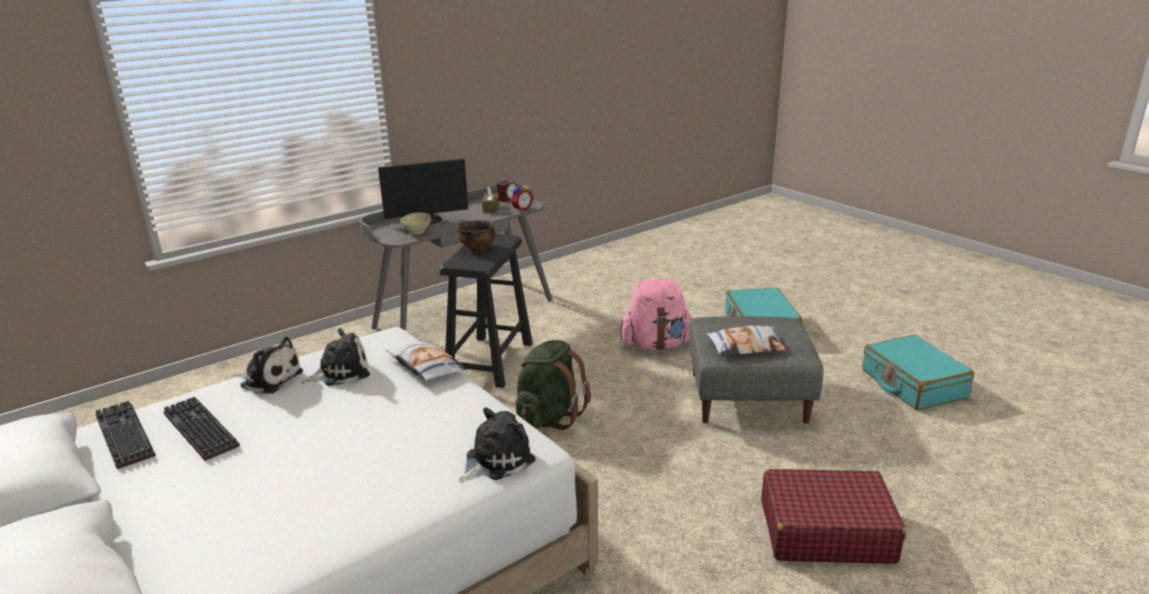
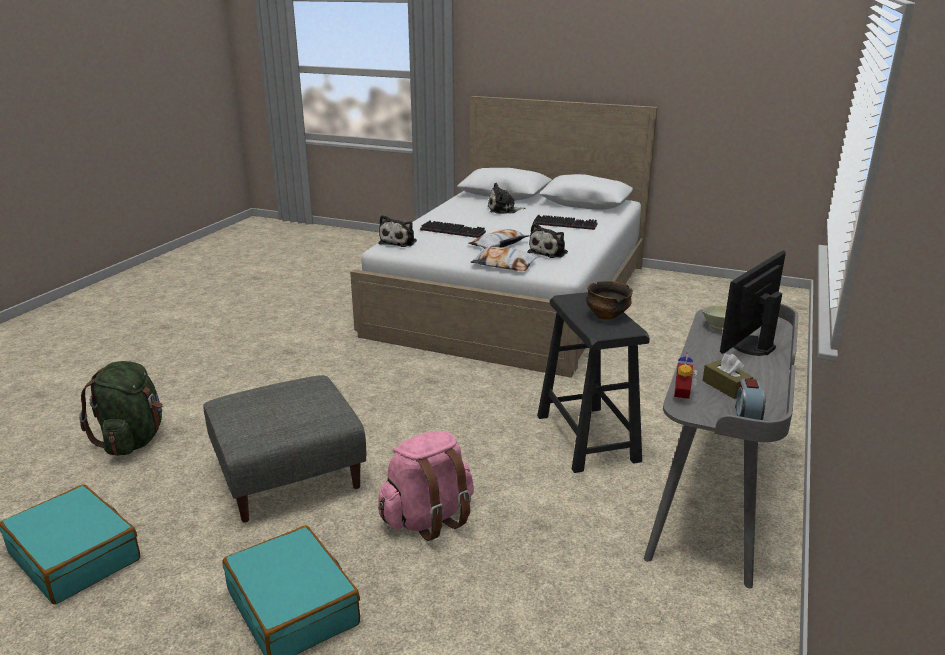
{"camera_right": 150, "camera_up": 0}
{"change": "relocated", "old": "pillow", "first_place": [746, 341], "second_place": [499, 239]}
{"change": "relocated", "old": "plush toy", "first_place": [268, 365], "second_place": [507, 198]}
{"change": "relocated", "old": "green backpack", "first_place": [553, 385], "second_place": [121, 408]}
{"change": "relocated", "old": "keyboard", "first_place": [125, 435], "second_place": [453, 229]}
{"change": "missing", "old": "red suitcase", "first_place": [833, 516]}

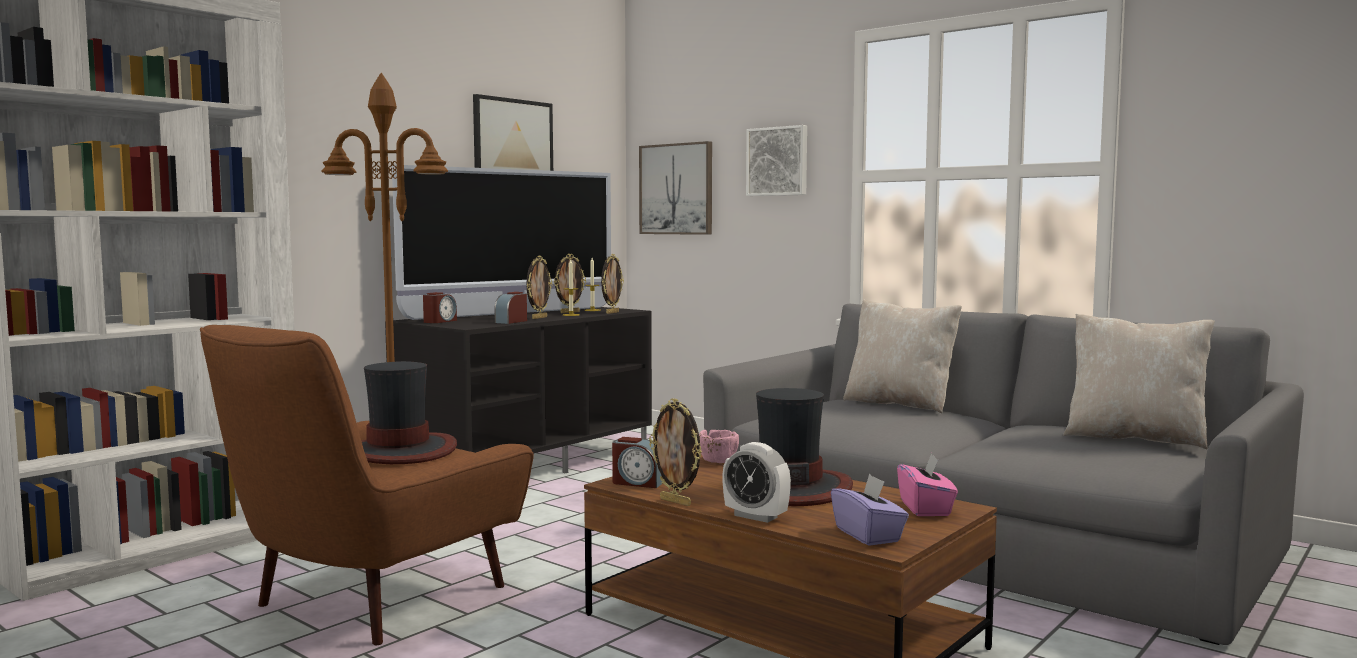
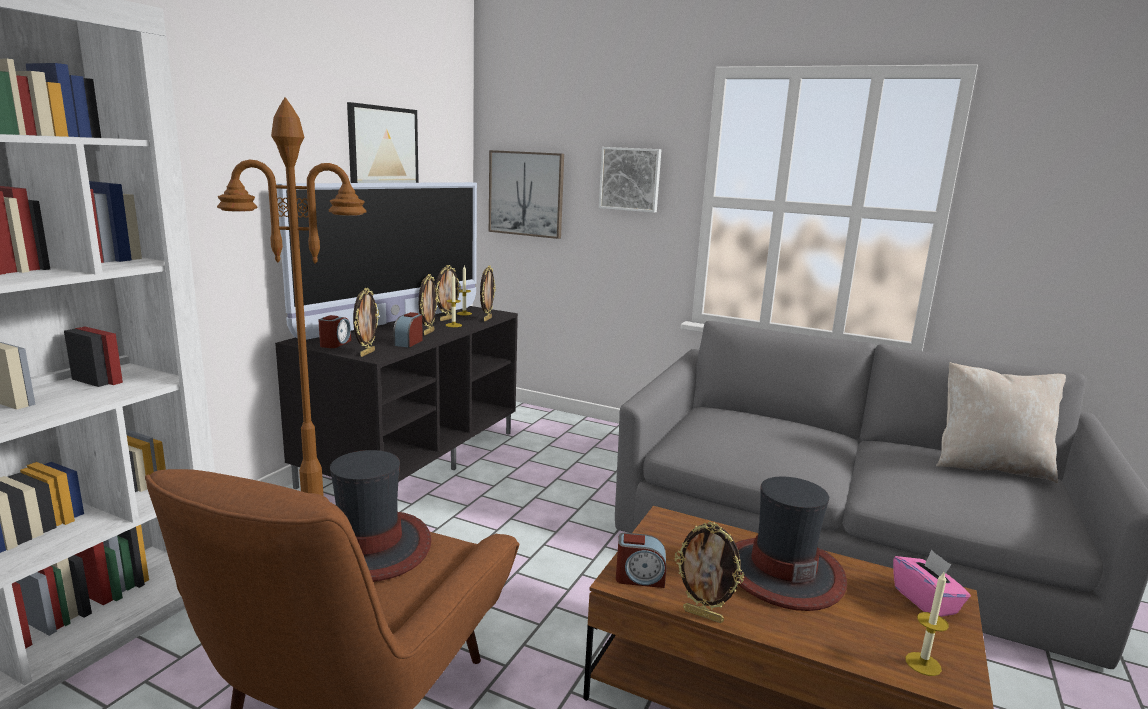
{"camera_right": -15, "camera_up": 10}
{"change": "missing", "old": "beige pillow", "first_place": [902, 356]}
{"change": "missing", "old": "pink bowl", "first_place": [719, 446]}
{"change": "missing", "old": "alarm clock", "first_place": [756, 482]}
{"change": "exchanged", "old": "purple tissue box", "new": "candle", "first_place": [870, 510], "second_place": [927, 624]}
{"change": "appeared", "new": "picture frame", "second_place": [366, 322]}

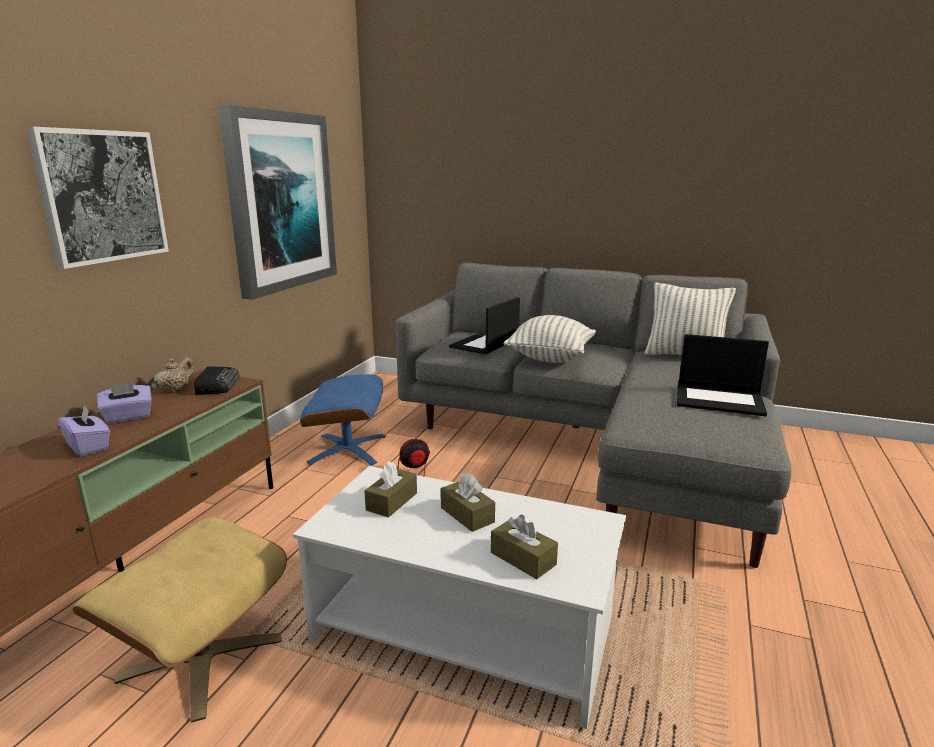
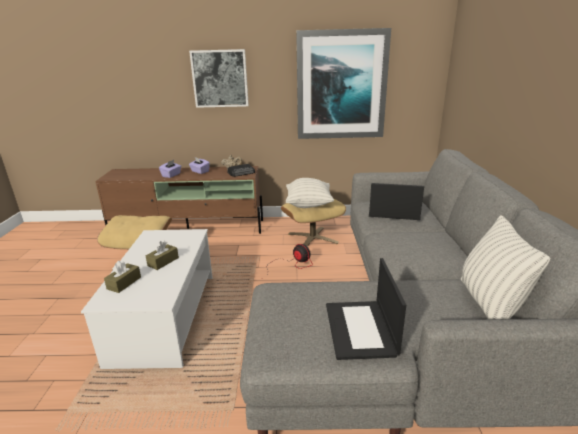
{"camera_right": 70, "camera_up": 5}
{"change": "relocated", "old": "pillow", "first_place": [550, 339], "second_place": [310, 193]}
{"change": "colour", "old": "blue ottoman", "new": "beige ottoman", "first_place": [343, 419], "second_place": [313, 223]}
{"change": "missing", "old": "brown tissue box", "first_place": [391, 489]}

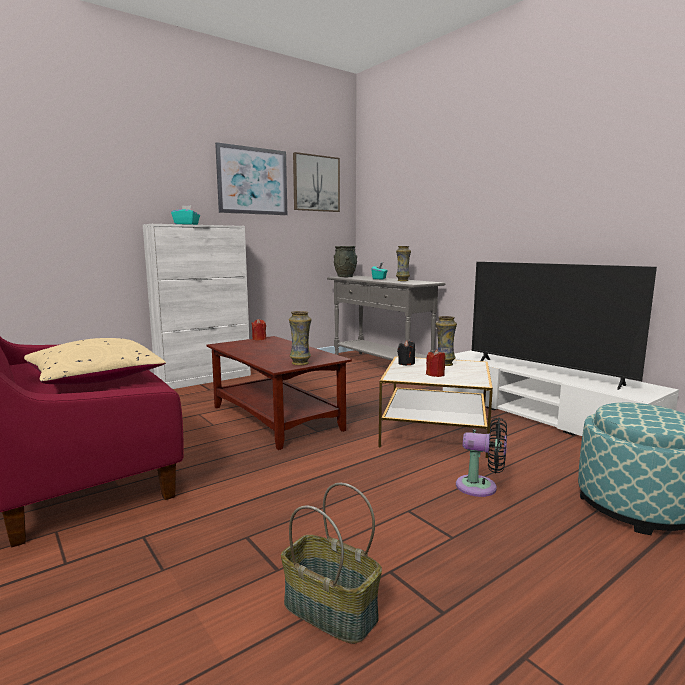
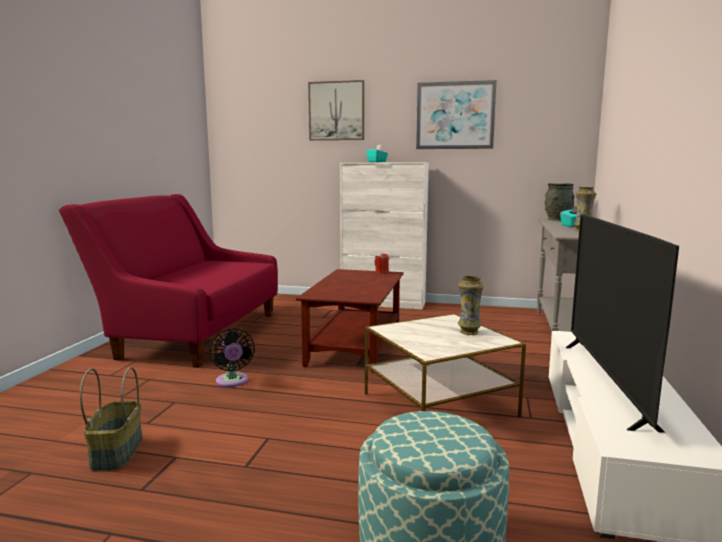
{"camera_right": 50, "camera_up": 0}
{"change": "relocated", "old": "picture", "first_place": [316, 182], "second_place": [336, 110]}
{"change": "missing", "old": "vase", "first_place": [300, 338]}
{"change": "missing", "old": "beige pillow", "first_place": [95, 361]}
{"change": "missing", "old": "black candle", "first_place": [406, 353]}
{"change": "missing", "old": "red candle", "first_place": [436, 363]}
{"change": "relocated", "old": "black fan", "first_place": [481, 457], "second_place": [232, 357]}

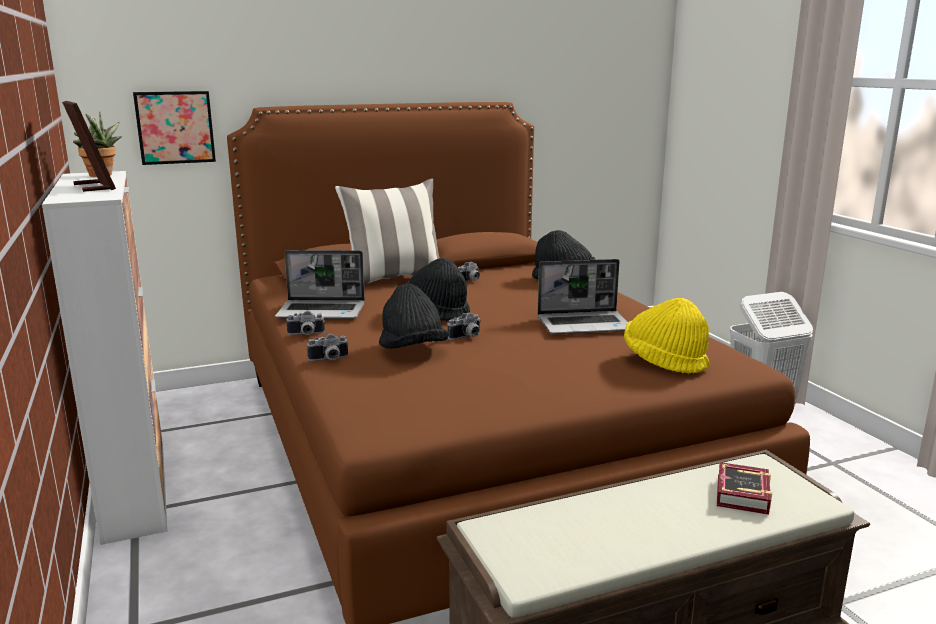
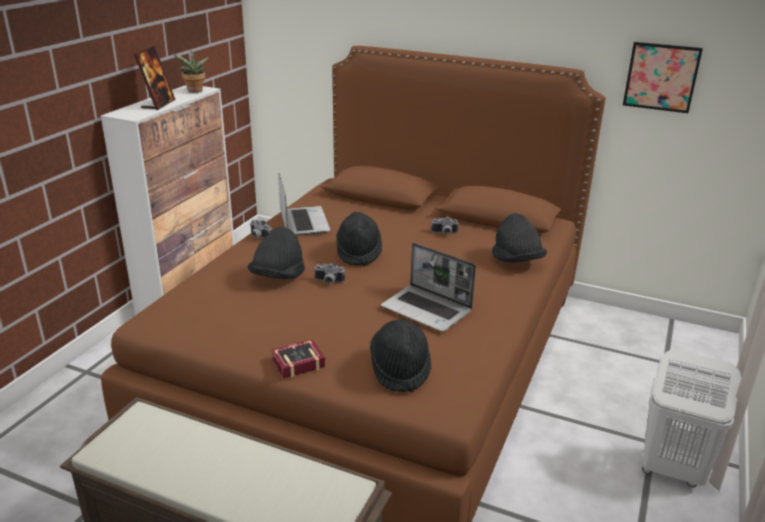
{"camera_right": 45, "camera_up": 10}
{"change": "relocated", "old": "picture", "first_place": [174, 128], "second_place": [663, 77]}
{"change": "missing", "old": "pillow", "first_place": [387, 231]}
{"change": "spun", "old": "laptop", "first_place": [320, 284], "second_place": [304, 204], "degrees": -150}
{"change": "colour", "old": "yellow hat", "new": "black hat", "first_place": [667, 336], "second_place": [400, 355]}
{"change": "missing", "old": "photo camera", "first_place": [327, 347]}
{"change": "relocated", "old": "book", "first_place": [744, 488], "second_place": [298, 358]}

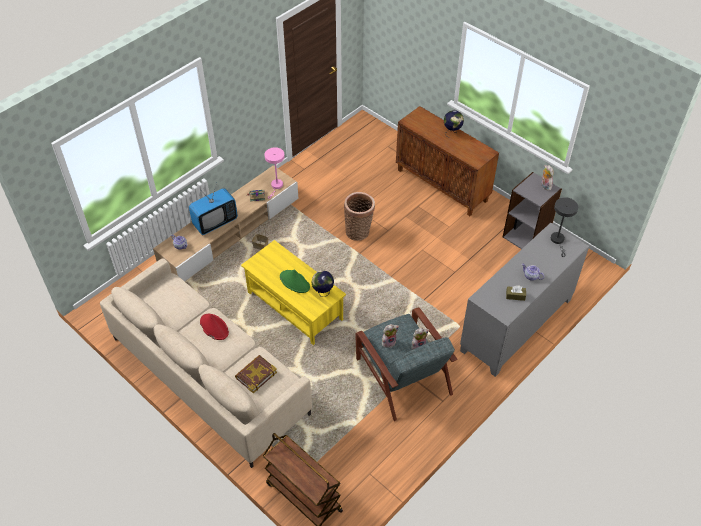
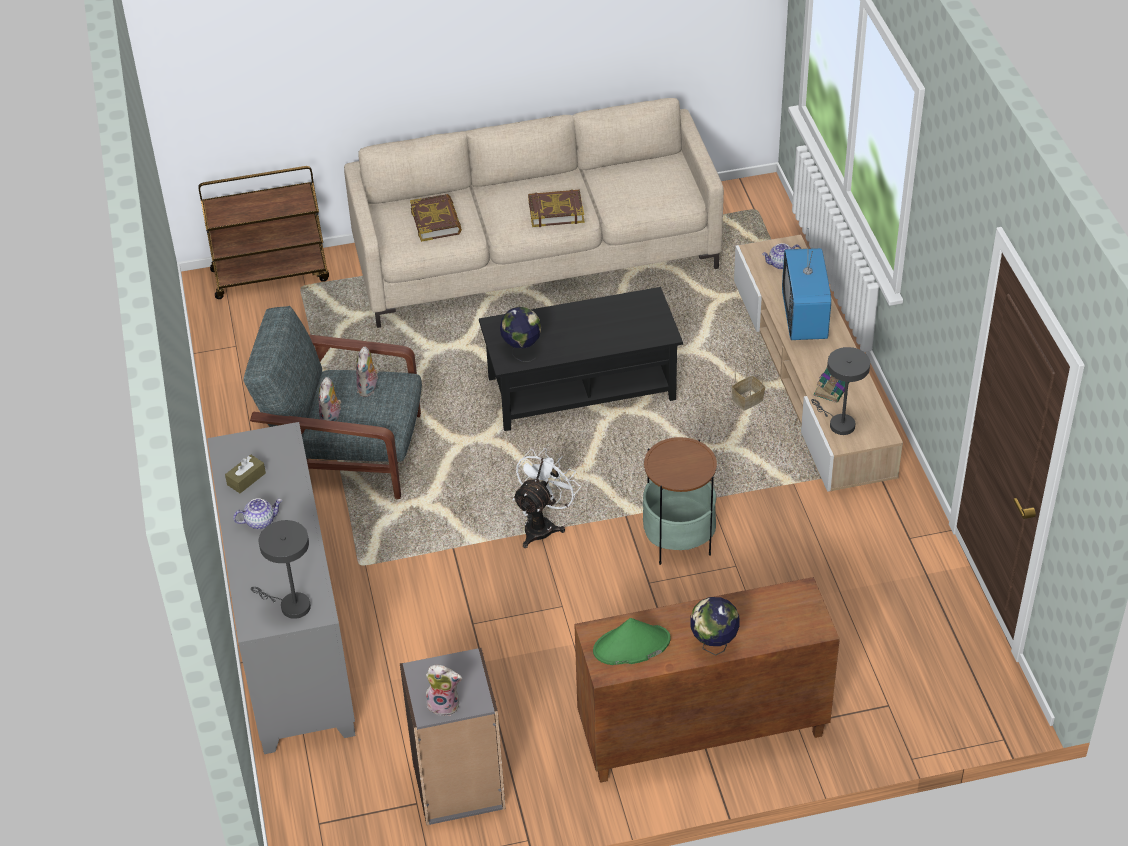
{"camera_right": 125, "camera_up": -5}
{"change": "colour", "old": "pink table lamp", "new": "grey table lamp", "first_place": [274, 173], "second_place": [840, 391]}
{"change": "exchanged", "old": "basket", "new": "side table", "first_place": [359, 216], "second_place": [680, 501]}
{"change": "colour", "old": "yellow coffee table", "new": "black coffee table", "first_place": [293, 292], "second_place": [581, 359]}
{"change": "relocated", "old": "green hat", "first_place": [295, 281], "second_place": [632, 641]}
{"change": "exchanged", "old": "red hat", "new": "book", "first_place": [214, 327], "second_place": [556, 208]}
{"change": "appeared", "new": "white fan", "second_place": [546, 498]}

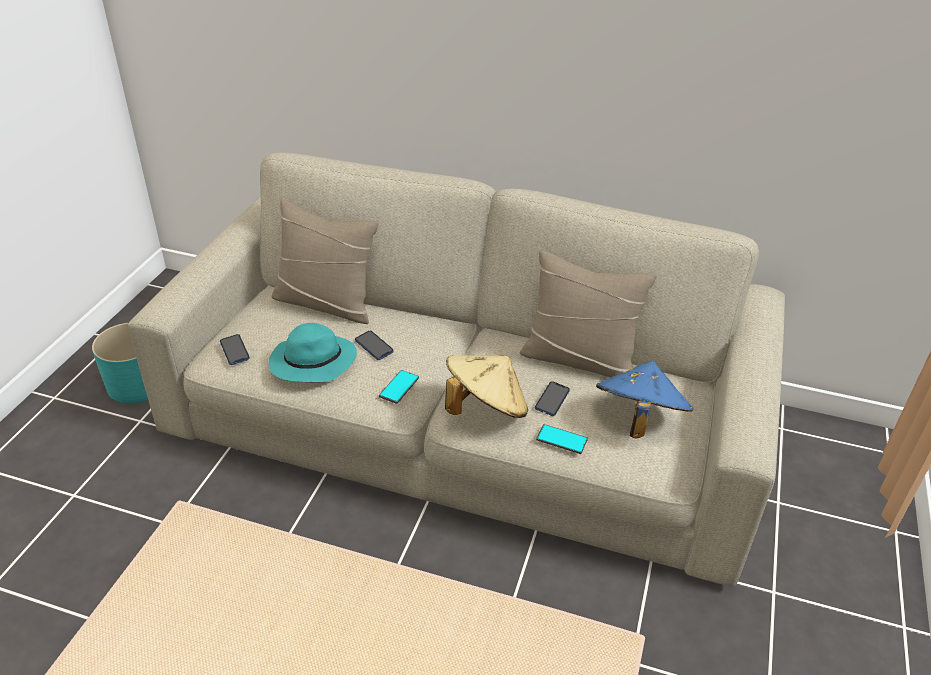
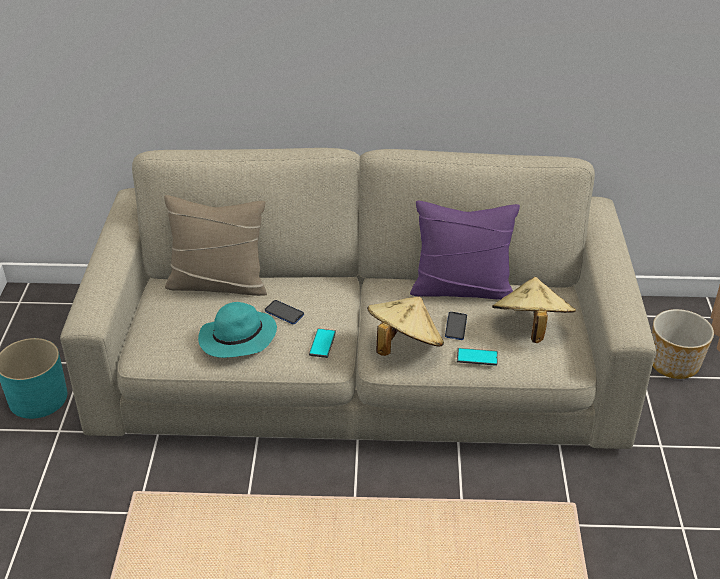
{"camera_right": -15, "camera_up": 0}
{"change": "colour", "old": "beige pillow", "new": "purple pillow", "first_place": [588, 314], "second_place": [465, 250]}
{"change": "missing", "old": "phone", "first_place": [235, 349]}
{"change": "colour", "old": "blue hat", "new": "beige hat", "first_place": [645, 400], "second_place": [534, 310]}
{"change": "appeared", "new": "planter", "second_place": [683, 344]}

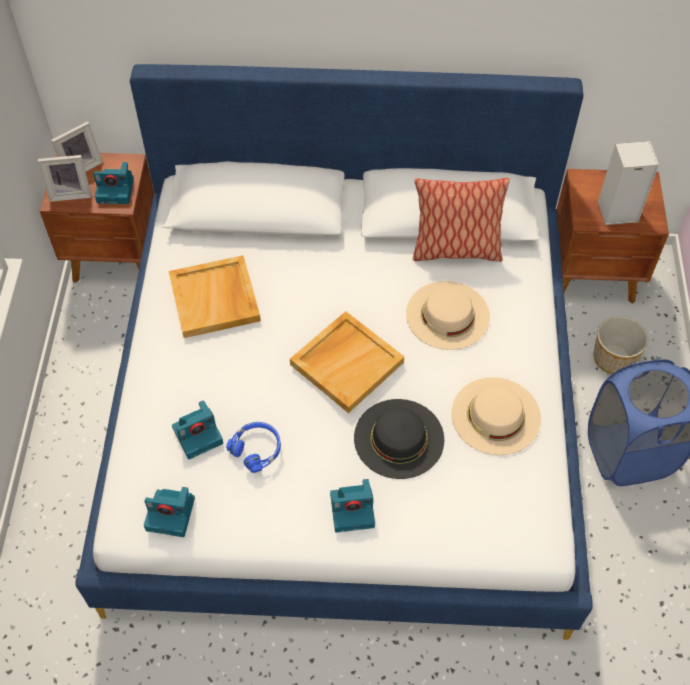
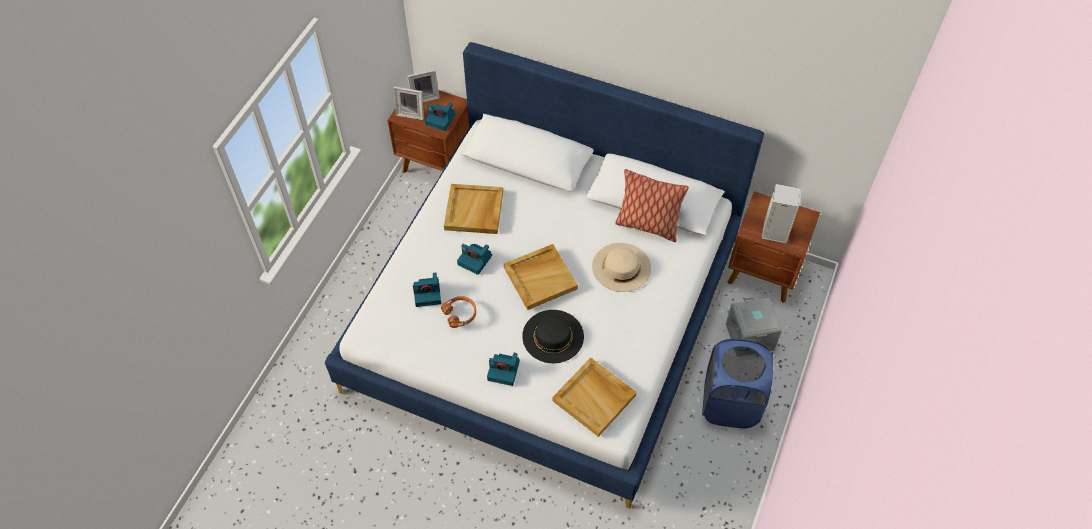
{"camera_right": 20, "camera_up": 0}
{"change": "exchanged", "old": "planter", "new": "grey storage box", "first_place": [620, 345], "second_place": [754, 324]}
{"change": "missing", "old": "beige hat", "first_place": [496, 416]}
{"change": "colour", "old": "blue headphones", "new": "orange headphones", "first_place": [253, 447], "second_place": [458, 312]}
{"change": "relocated", "old": "photo camera", "first_place": [169, 512], "second_place": [474, 259]}
{"change": "appeared", "new": "beige tray", "second_place": [594, 397]}

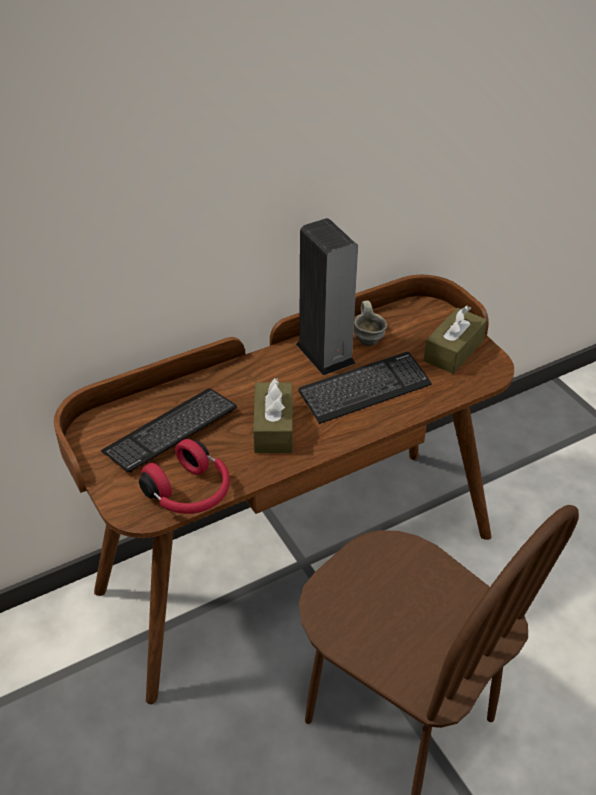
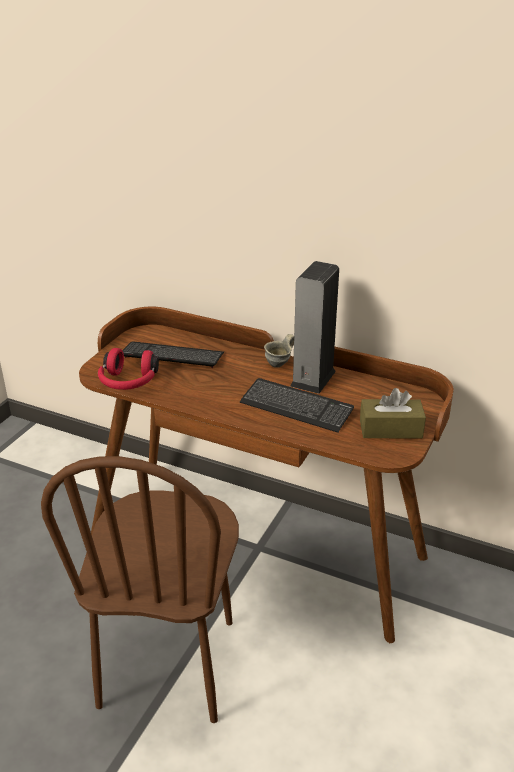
{"camera_right": 55, "camera_up": -10}
{"change": "relocated", "old": "grey mug", "first_place": [370, 323], "second_place": [279, 351]}
{"change": "missing", "old": "brown tissue box", "first_place": [273, 415]}

